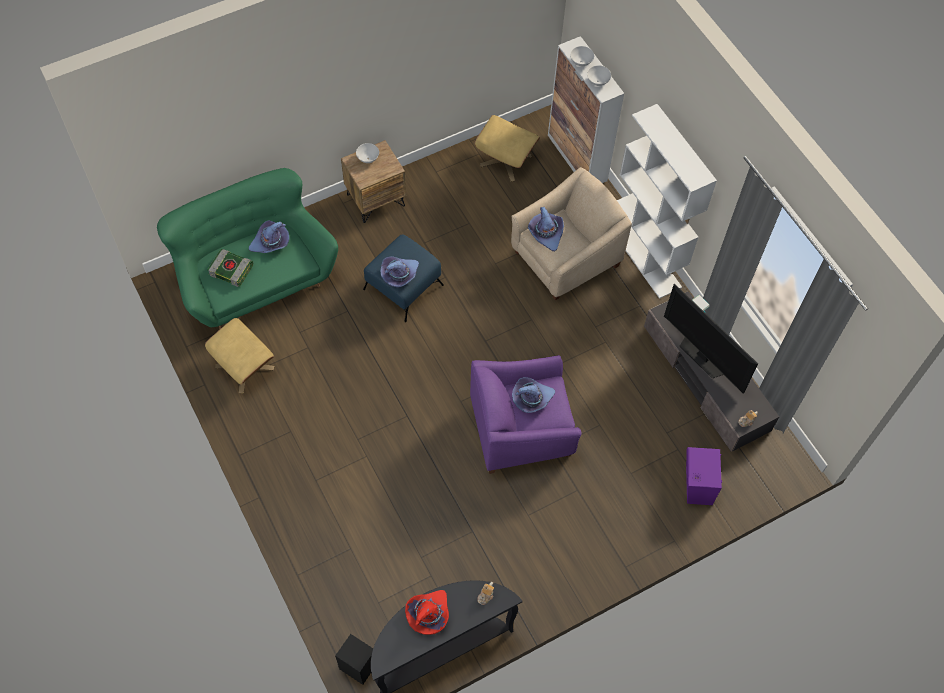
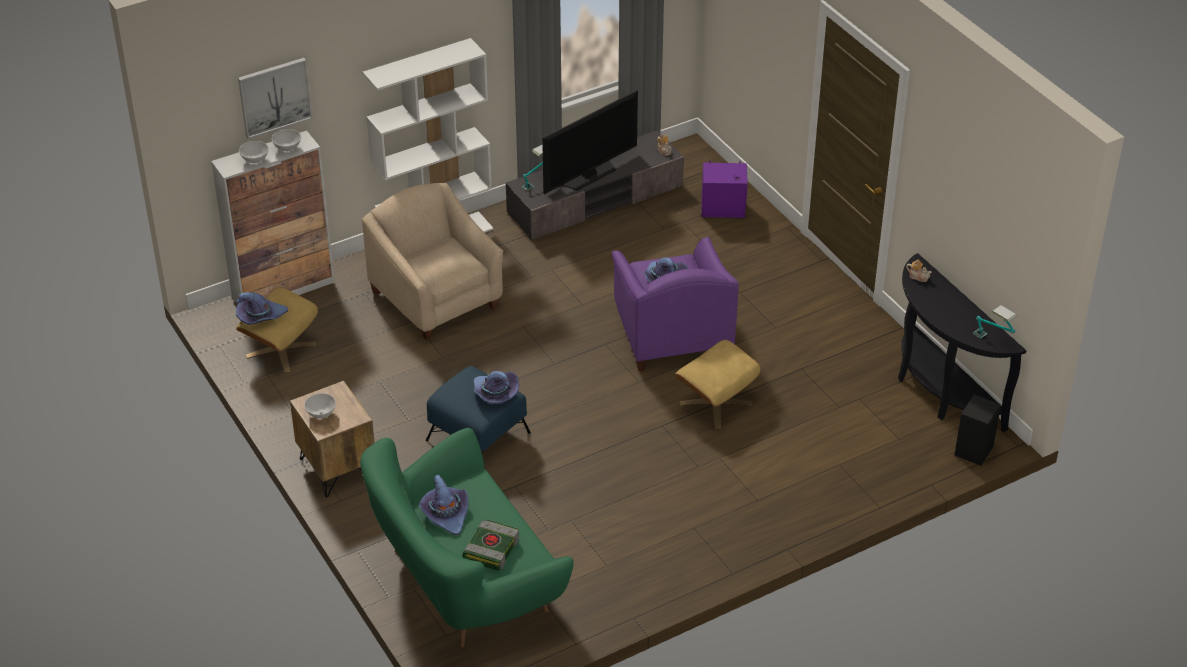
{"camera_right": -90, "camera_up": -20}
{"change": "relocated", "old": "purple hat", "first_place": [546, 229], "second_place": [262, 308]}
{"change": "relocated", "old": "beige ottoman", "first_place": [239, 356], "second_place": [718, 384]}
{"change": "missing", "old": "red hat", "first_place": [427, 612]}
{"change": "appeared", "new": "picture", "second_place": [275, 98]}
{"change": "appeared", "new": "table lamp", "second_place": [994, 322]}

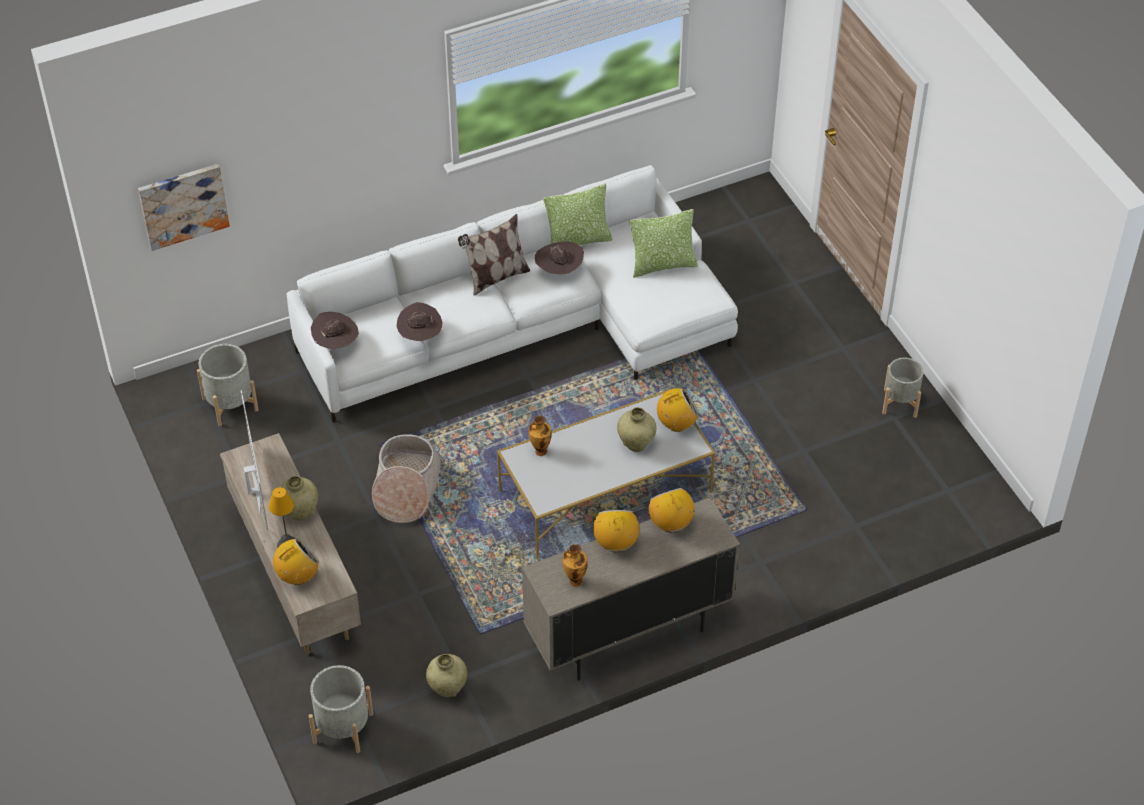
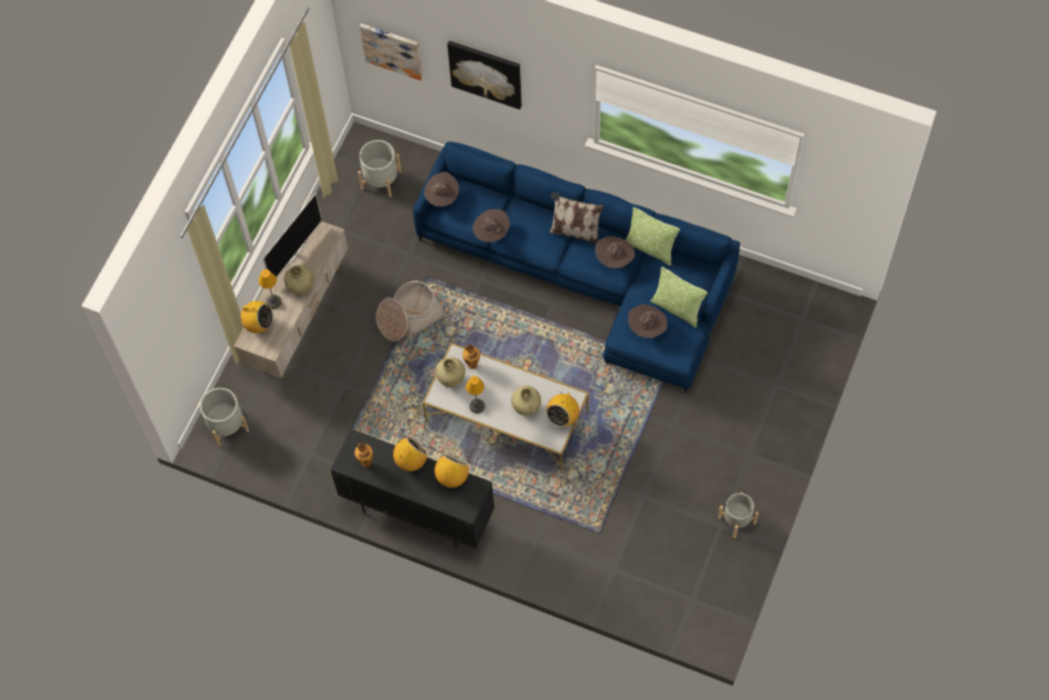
{"camera_right": 50, "camera_up": 15}
{"change": "colour", "old": "white sofa", "new": "blue sofa", "first_place": [512, 294], "second_place": [576, 267]}
{"change": "spun", "old": "radio", "first_place": [678, 410], "second_place": [562, 409], "degrees": 90}
{"change": "colour", "old": "beige cabinet", "new": "black cabinet", "first_place": [631, 589], "second_place": [413, 489]}
{"change": "relocated", "old": "beige vase", "first_place": [446, 675], "second_place": [450, 372]}
{"change": "appeared", "new": "picture", "second_place": [484, 75]}
{"change": "appeared", "new": "brown hat", "second_place": [647, 321]}
{"change": "appeared", "new": "table lamp", "second_place": [475, 394]}

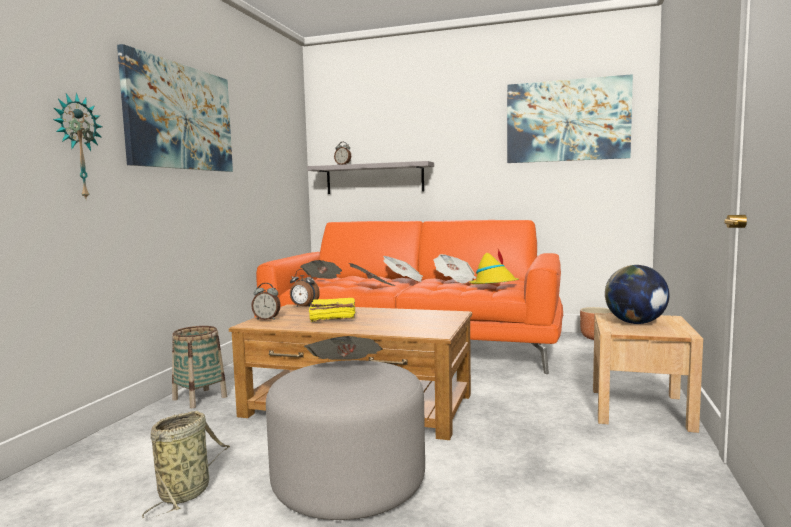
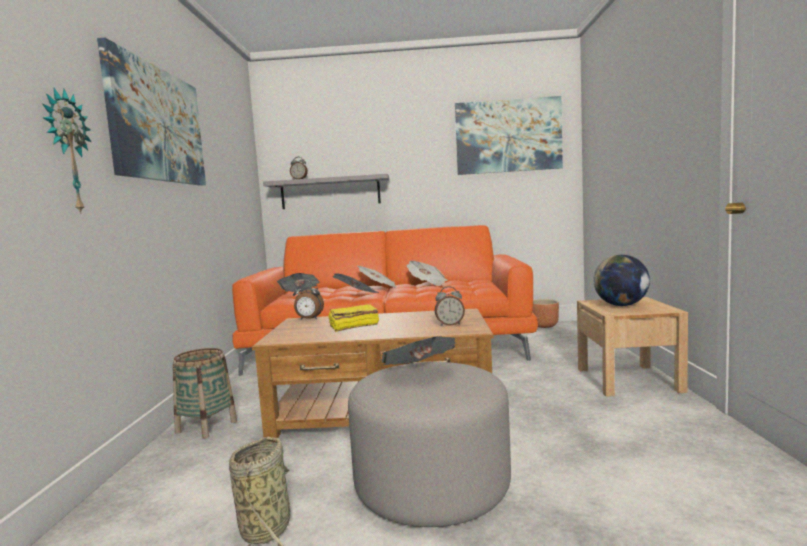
{"camera_right": -15, "camera_up": 0}
{"change": "missing", "old": "yellow hat", "first_place": [494, 266]}
{"change": "relocated", "old": "alarm clock", "first_place": [266, 301], "second_place": [450, 306]}

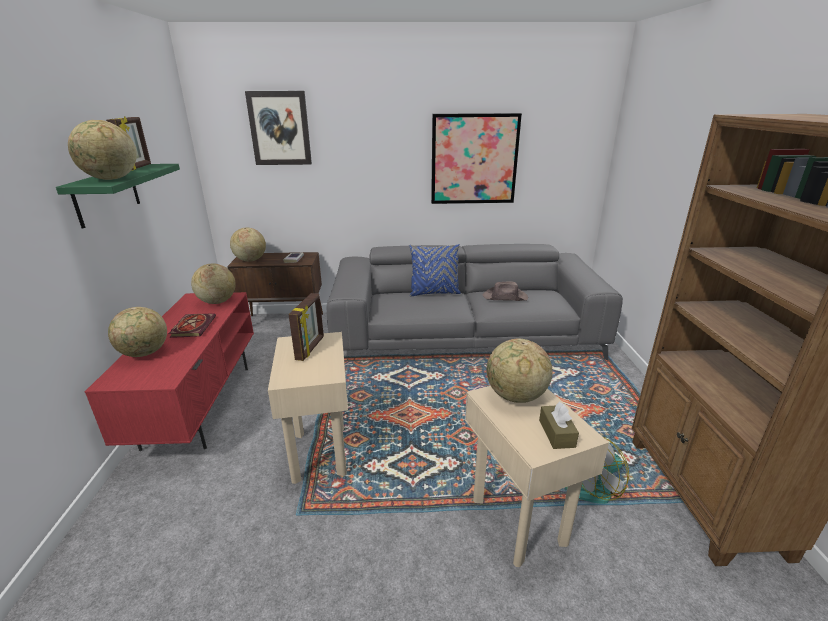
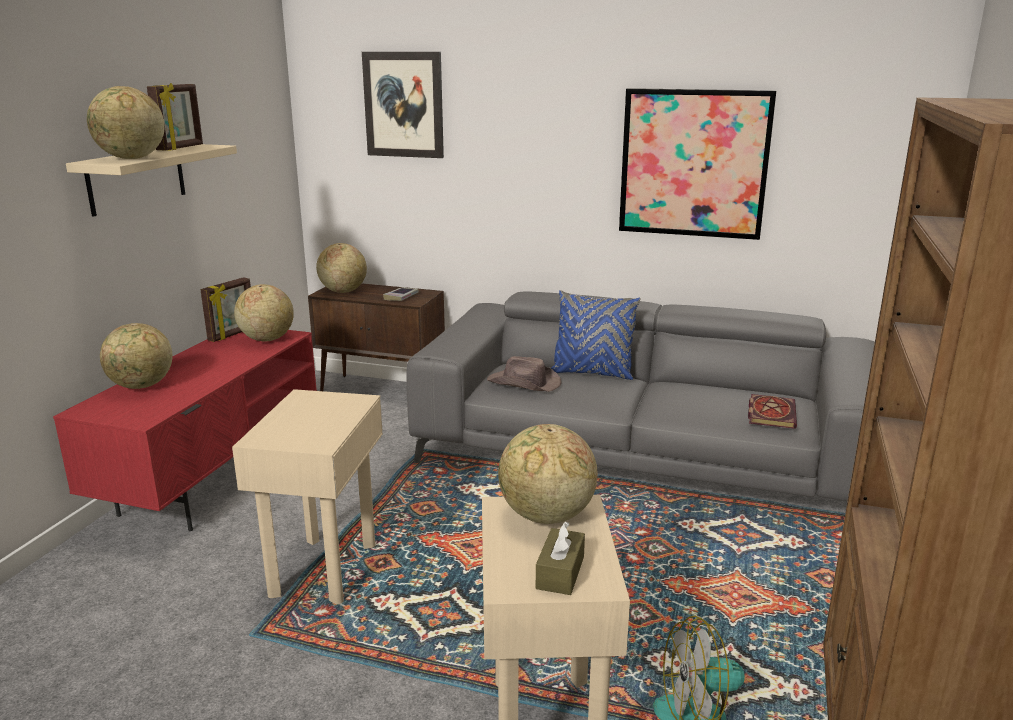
{"camera_right": 20, "camera_up": -5}
{"change": "colour", "old": "green shelf", "new": "beige shelf", "first_place": [118, 196], "second_place": [151, 180]}
{"change": "relocated", "old": "brown hat", "first_place": [505, 291], "second_place": [524, 374]}
{"change": "relocated", "old": "picture frame", "first_place": [306, 327], "second_place": [225, 309]}
{"change": "relocated", "old": "book", "first_place": [192, 325], "second_place": [772, 411]}

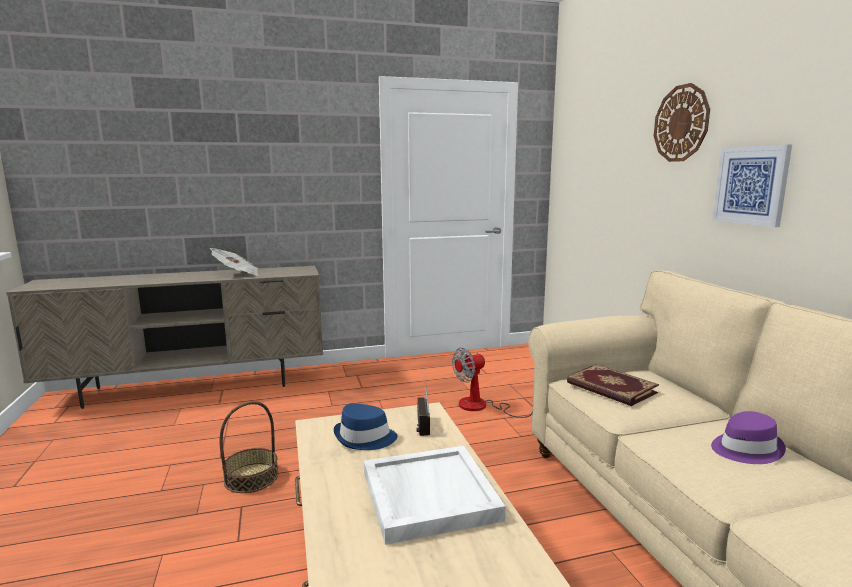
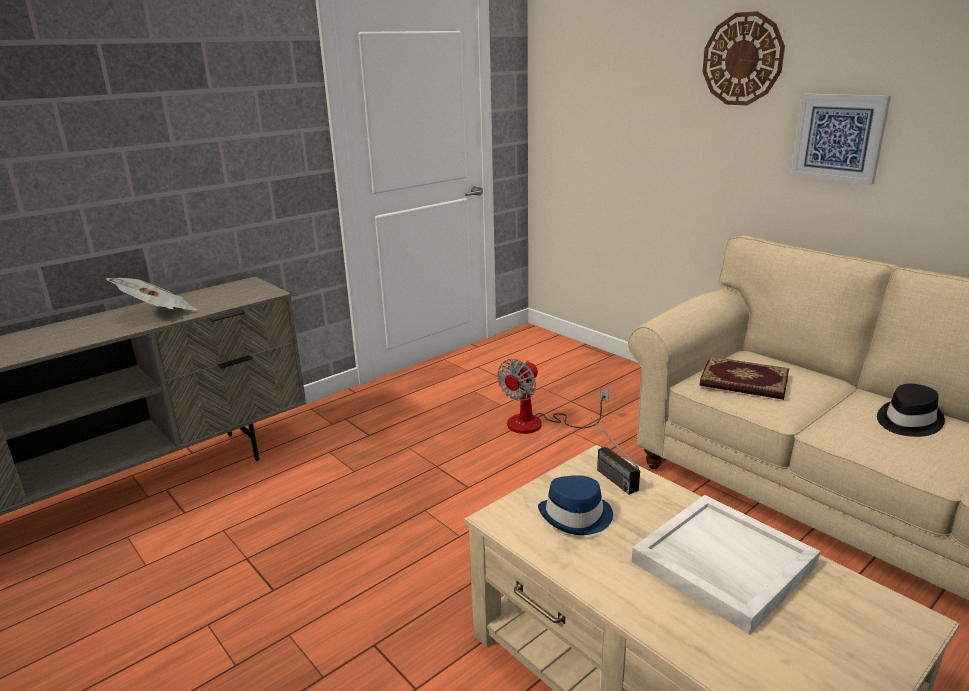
{"camera_right": -25, "camera_up": 10}
{"change": "missing", "old": "basket", "first_place": [249, 447]}
{"change": "colour", "old": "purple hat", "new": "black hat", "first_place": [748, 437], "second_place": [911, 410]}

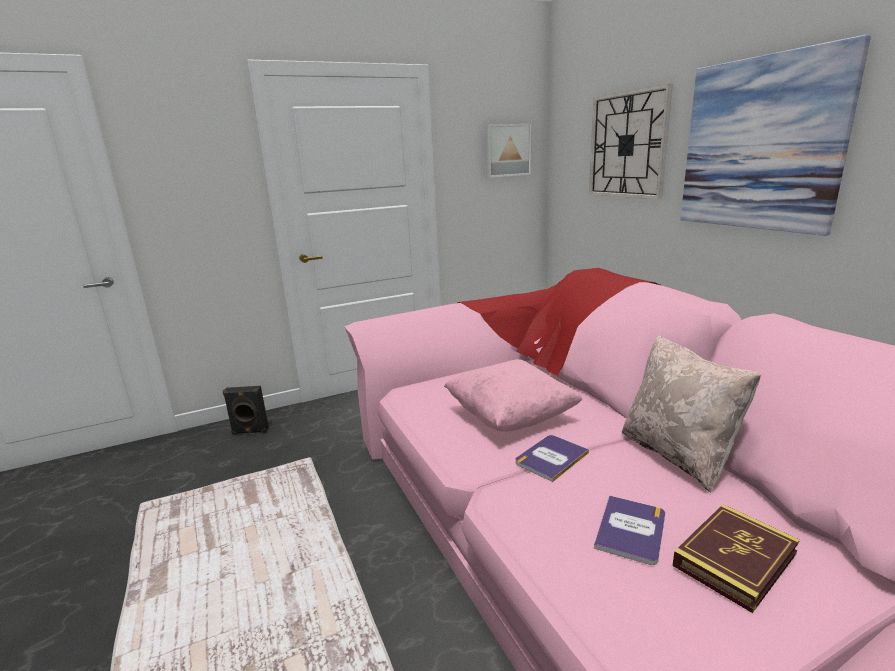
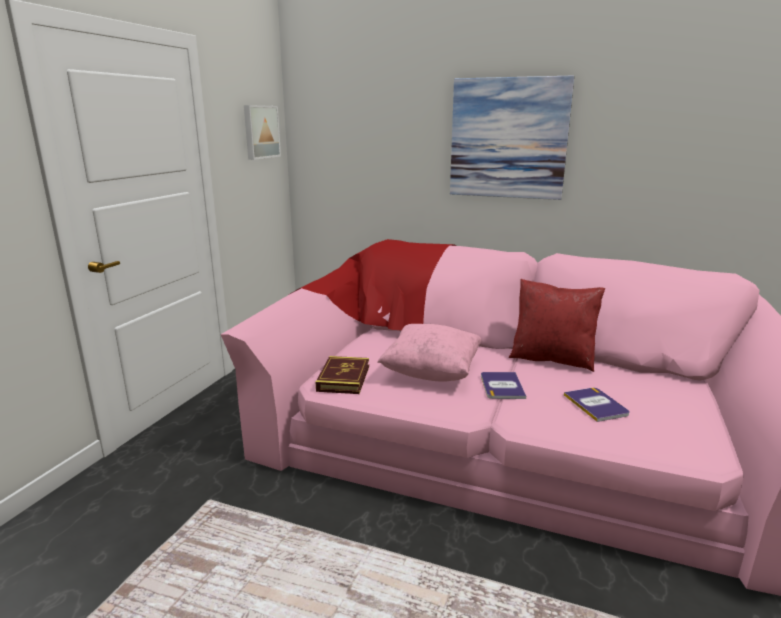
{"camera_right": -45, "camera_up": 0}
{"change": "missing", "old": "wall clock", "first_place": [631, 141]}
{"change": "colour", "old": "beige pillow", "new": "red pillow", "first_place": [691, 414], "second_place": [557, 325]}
{"change": "missing", "old": "black speaker", "first_place": [246, 410]}
{"change": "relocated", "old": "book", "first_place": [736, 558], "second_place": [342, 375]}

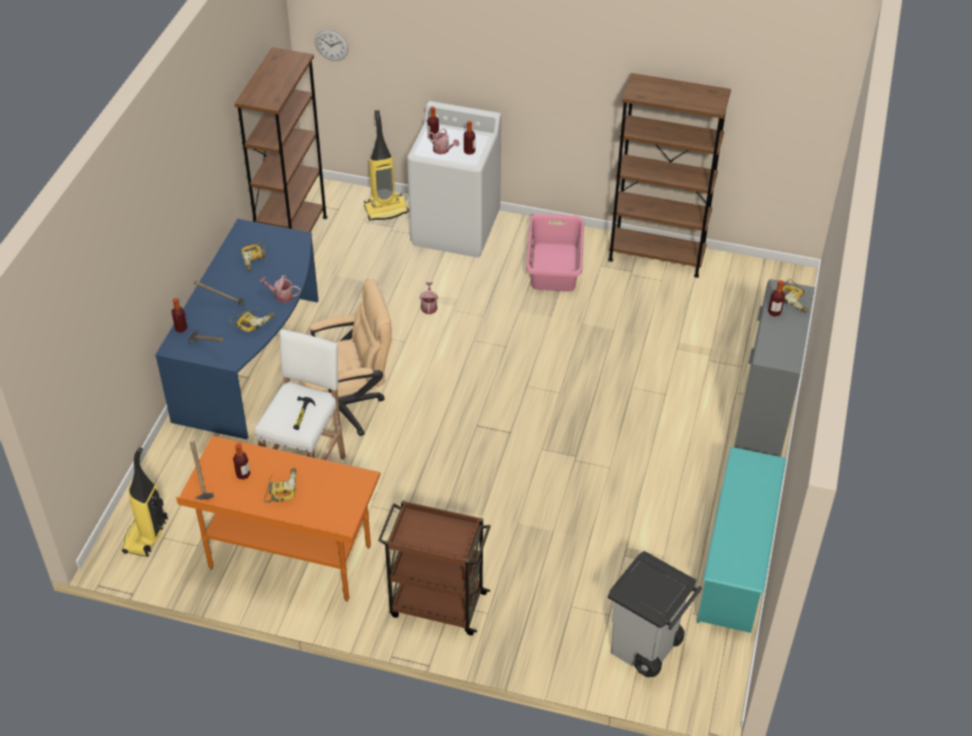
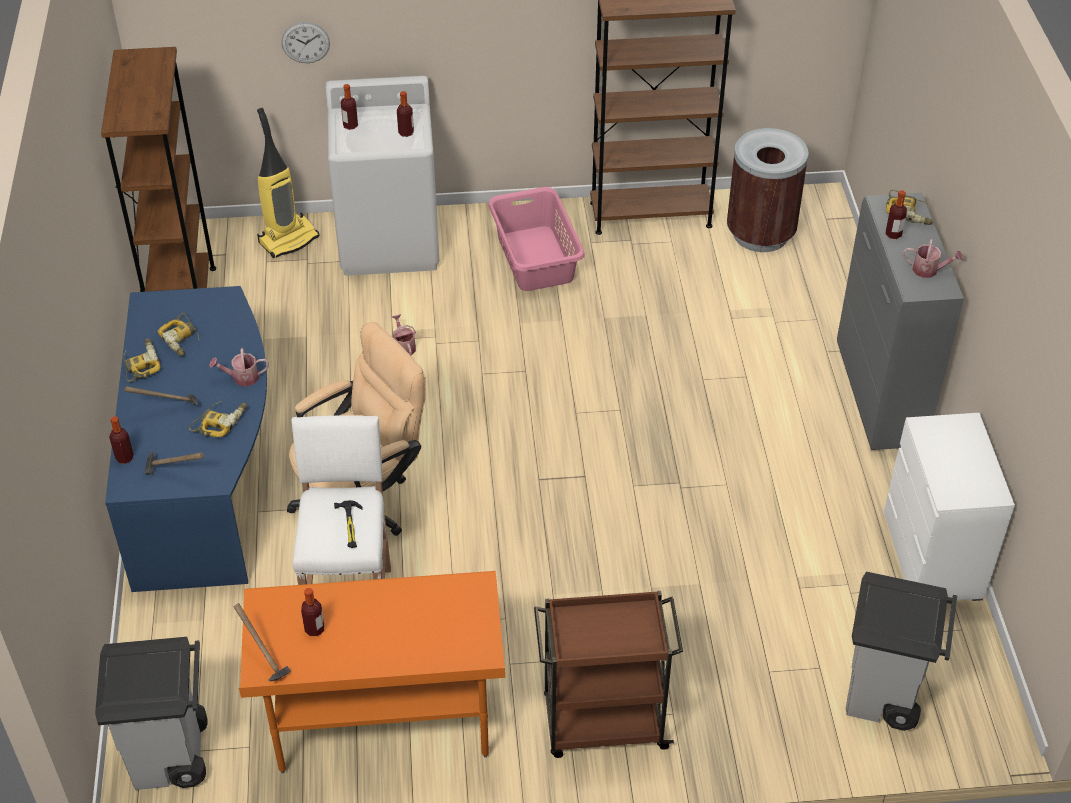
{"camera_right": -20, "camera_up": 0}
{"change": "relocated", "old": "wall clock", "first_place": [332, 45], "second_place": [306, 42]}
{"change": "relocated", "old": "watering can", "first_place": [443, 141], "second_place": [933, 258]}
{"change": "exchanged", "old": "vacuum cleaner", "new": "grey trash can", "first_place": [145, 502], "second_place": [151, 713]}
{"change": "exchanged", "old": "turquoise shoe rack", "new": "white dresser", "first_place": [741, 540], "second_place": [949, 507]}
{"change": "relocated", "old": "power drill", "first_place": [280, 485], "second_place": [142, 360]}
{"change": "appeared", "new": "brown trash can", "second_place": [768, 190]}

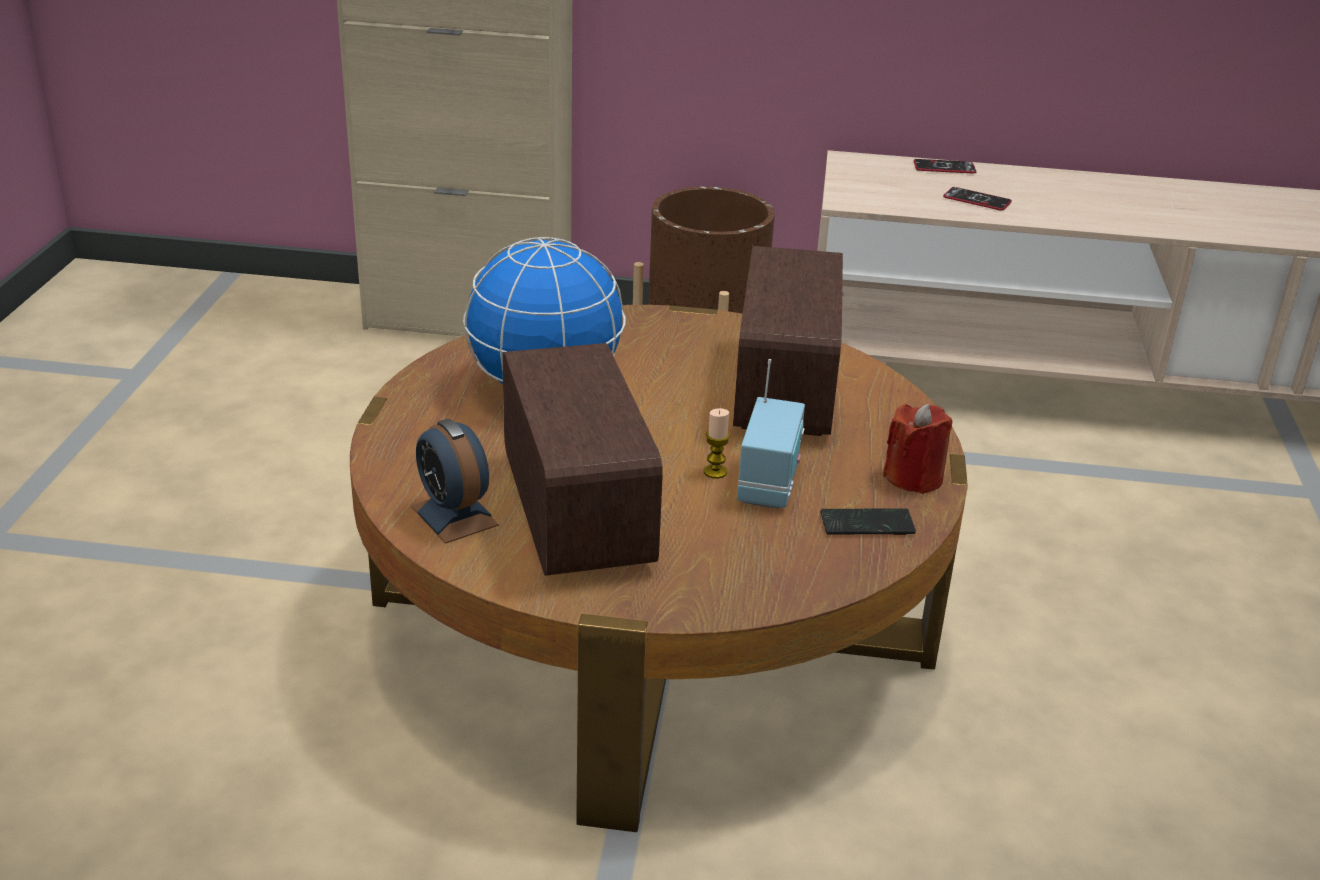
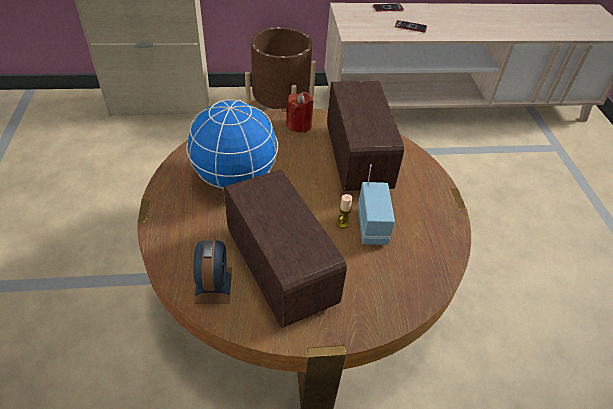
{"camera_right": -15, "camera_up": 15}
{"change": "relocated", "old": "red candle", "first_place": [917, 449], "second_place": [300, 112]}
{"change": "spun", "old": "alarm clock", "first_place": [455, 481], "second_place": [212, 271], "degrees": -135}
{"change": "missing", "old": "phone", "first_place": [868, 521]}

